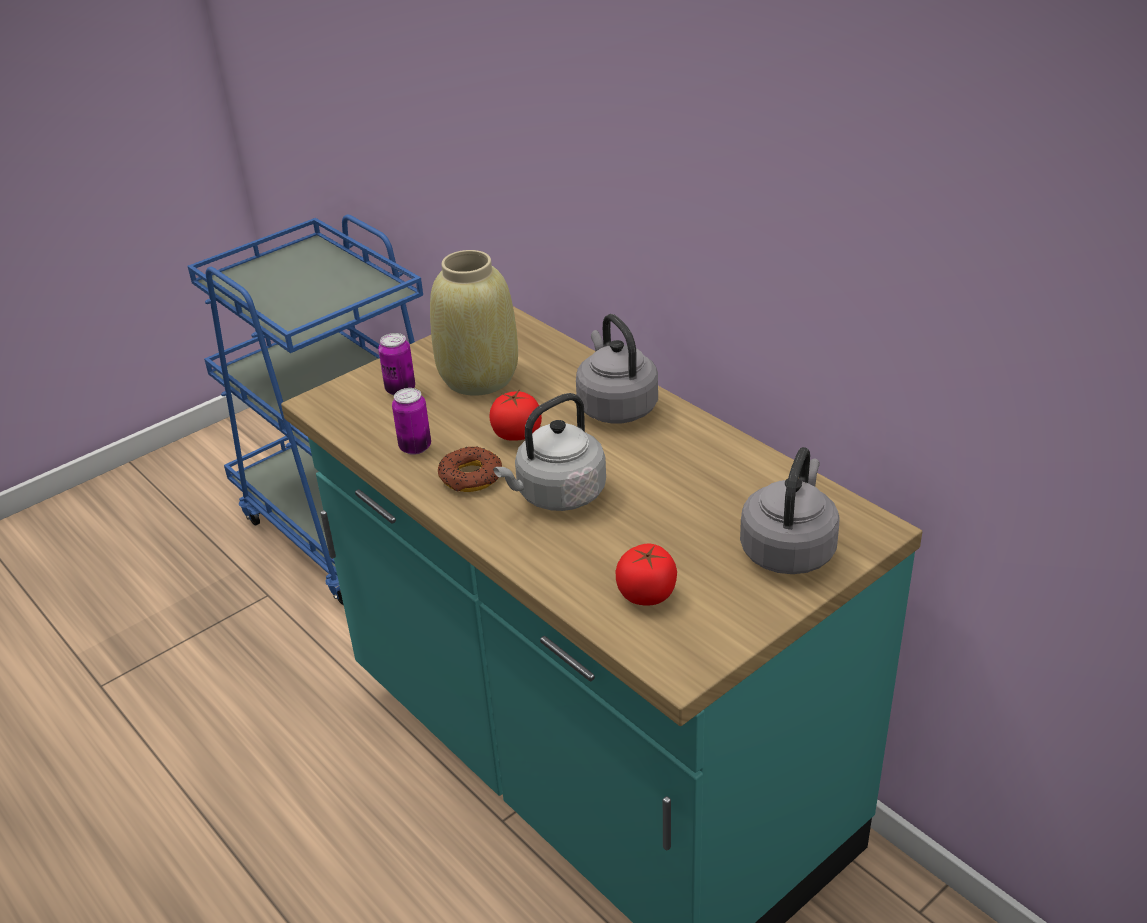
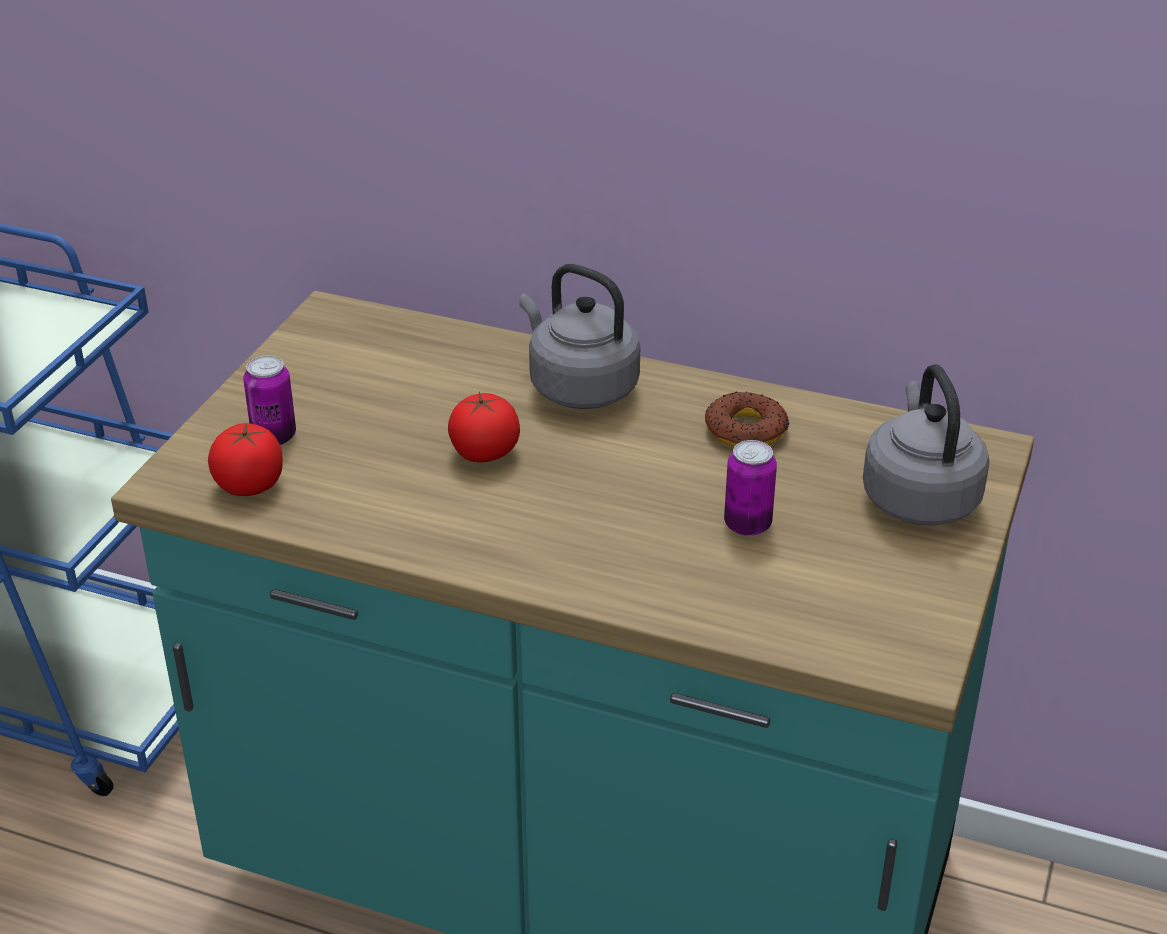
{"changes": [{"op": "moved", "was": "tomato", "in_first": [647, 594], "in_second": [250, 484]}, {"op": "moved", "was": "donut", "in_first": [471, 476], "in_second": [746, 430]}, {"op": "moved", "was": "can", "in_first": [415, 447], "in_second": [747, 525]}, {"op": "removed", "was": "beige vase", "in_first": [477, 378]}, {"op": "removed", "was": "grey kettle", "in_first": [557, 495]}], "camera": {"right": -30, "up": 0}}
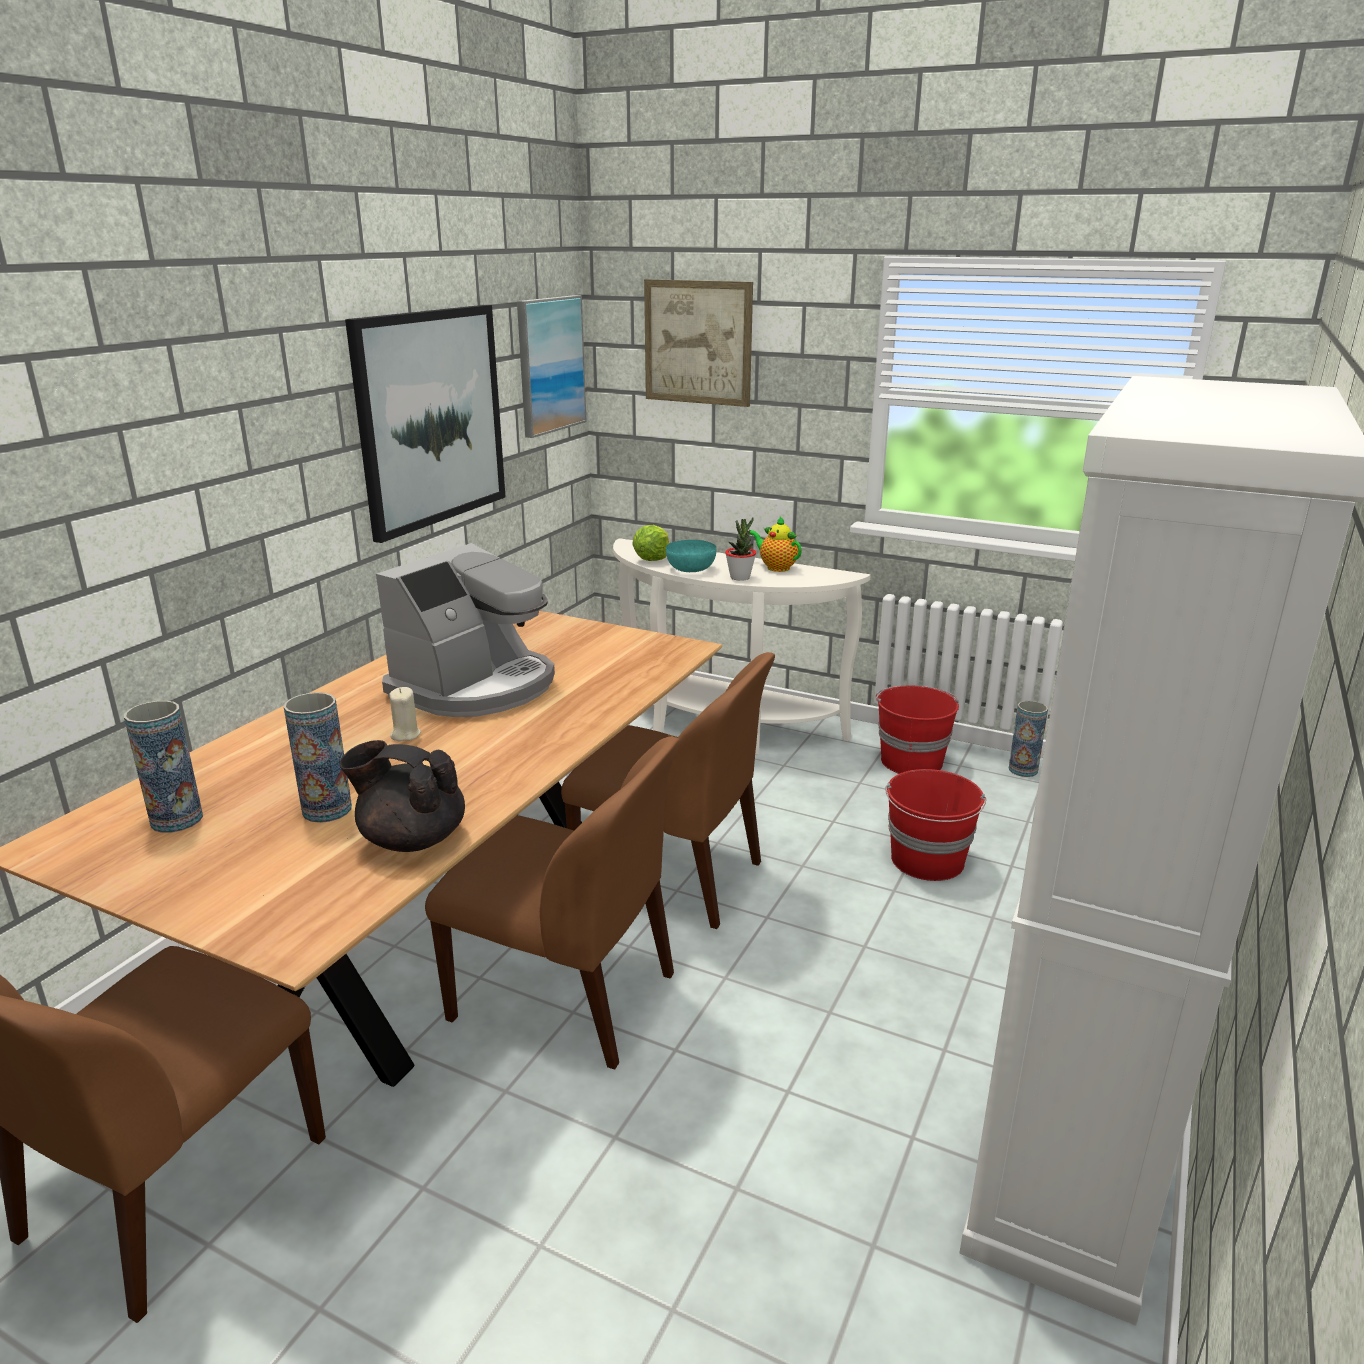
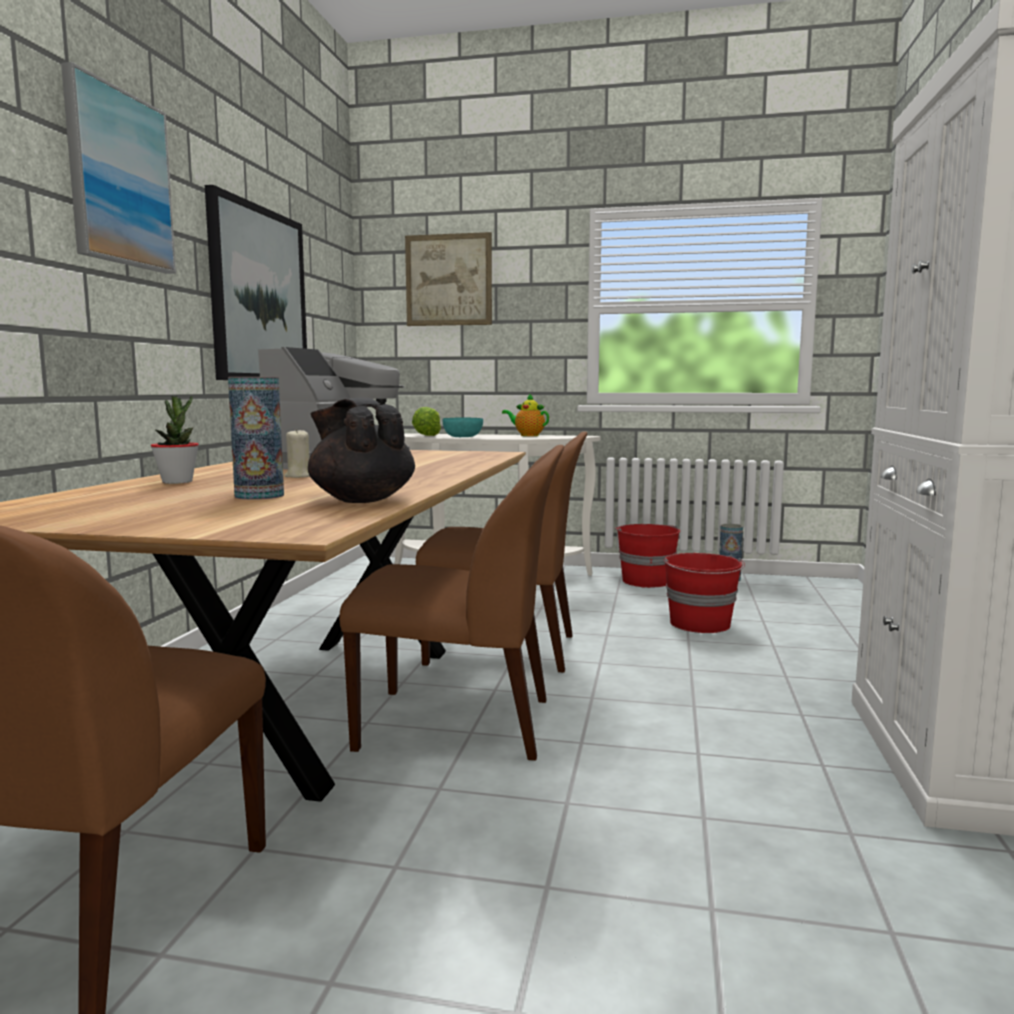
{"changes": [{"op": "moved", "was": "picture", "in_first": [550, 365], "in_second": [119, 178]}, {"op": "moved", "was": "potted plant", "in_first": [740, 577], "in_second": [177, 482]}, {"op": "turned", "was": "black teapot", "in_first": [411, 839], "in_second": [361, 500], "clockwise": 45}, {"op": "removed", "was": "vase", "in_first": [177, 819]}], "camera": {"right": -15, "up": -15}}
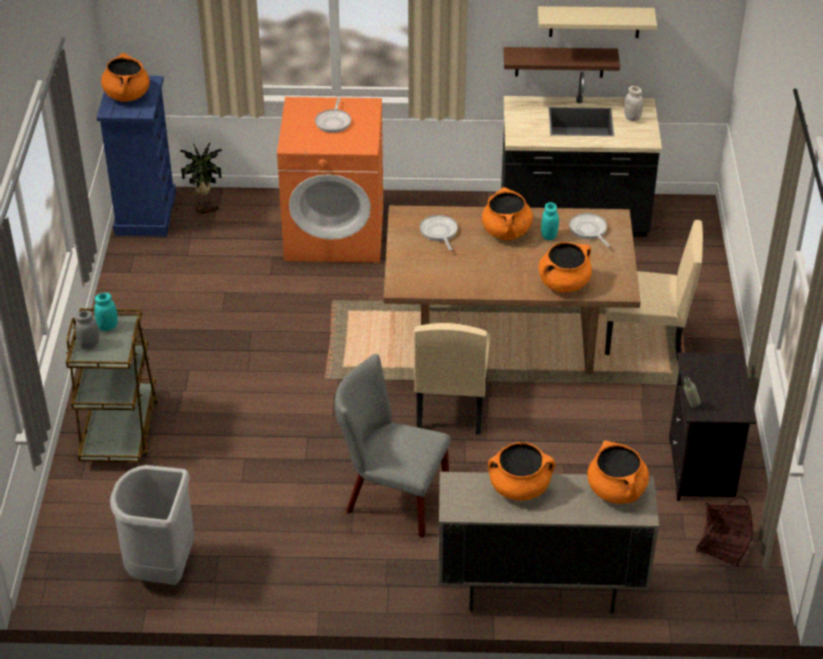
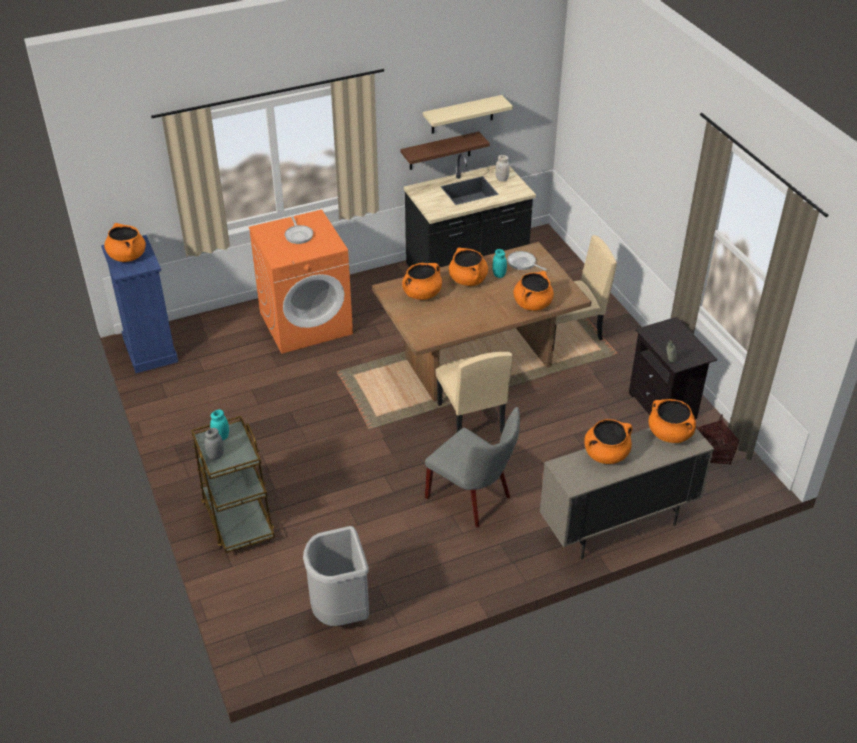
{"changes": [{"op": "replaced", "was": "frying pan", "now": "orange cooking pot", "in_first": [439, 232], "in_second": [422, 294]}, {"op": "turned", "was": "grey chair", "in_first": [390, 497], "in_second": [473, 498], "clockwise": -135}, {"op": "removed", "was": "potted plant", "in_first": [206, 208]}], "camera": {"right": -25, "up": 0}}
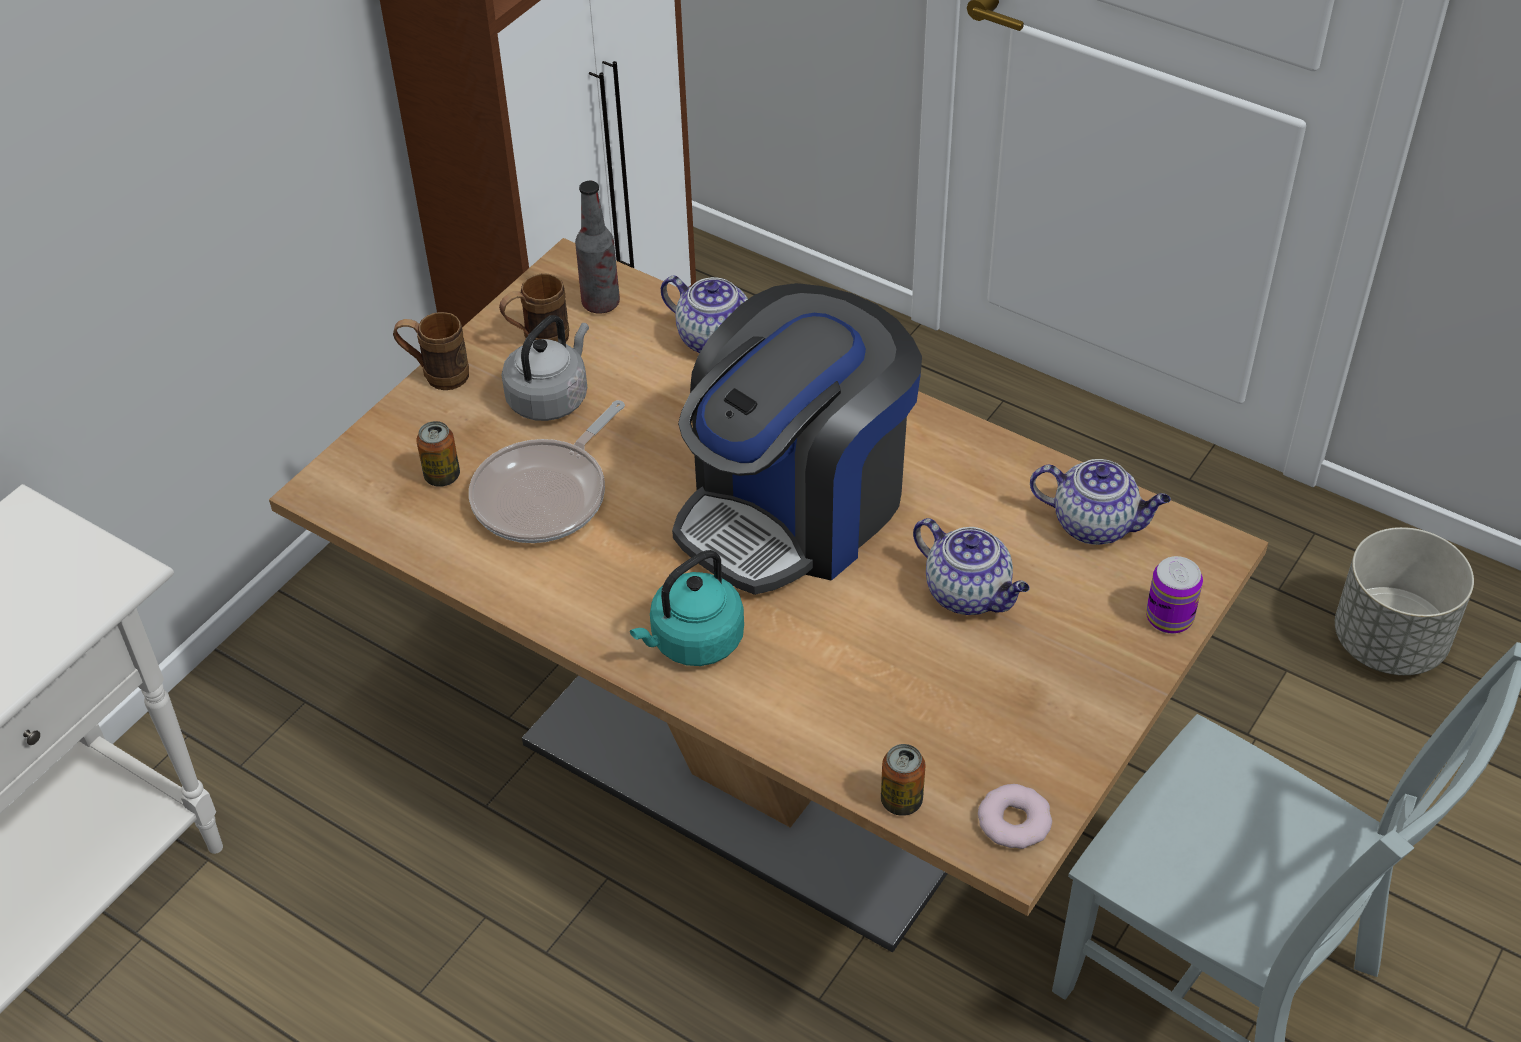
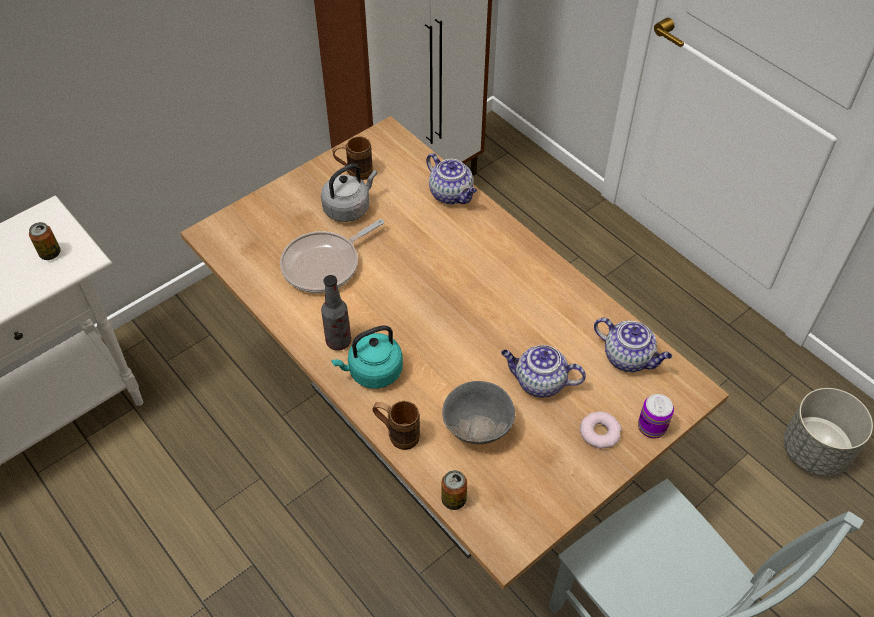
{"changes": [{"op": "moved", "was": "can", "in_first": [442, 476], "in_second": [50, 253]}, {"op": "moved", "was": "bottle", "in_first": [601, 303], "in_second": [338, 341]}, {"op": "moved", "was": "brown mug", "in_first": [436, 375], "in_second": [397, 434]}, {"op": "added", "now": "grey bowl", "in_second": [477, 429]}, {"op": "turned", "was": "teapot", "in_first": [969, 594], "in_second": [539, 382], "clockwise": 135}, {"op": "moved", "was": "donut", "in_first": [1014, 821], "in_second": [599, 432]}, {"op": "removed", "was": "coffee machine", "in_first": [796, 507]}], "camera": {"right": 15, "up": 5}}
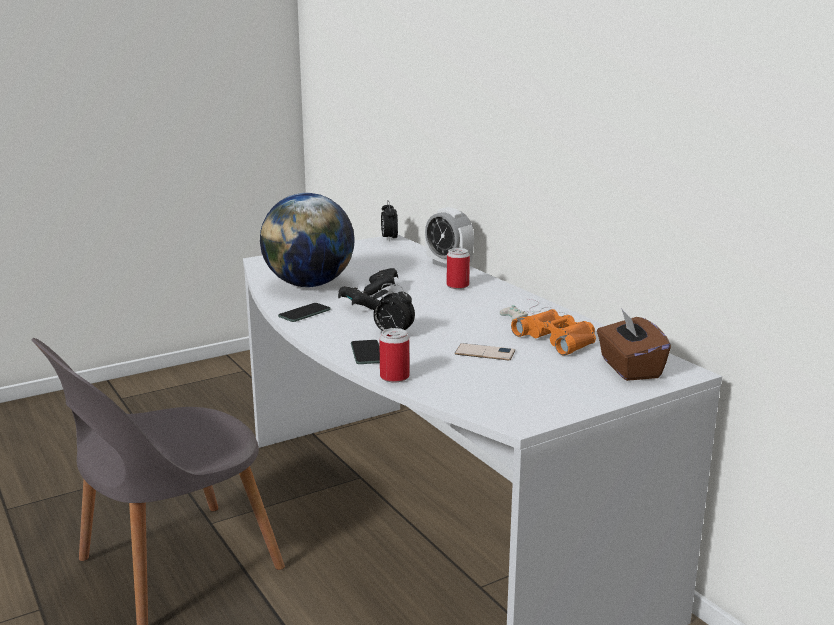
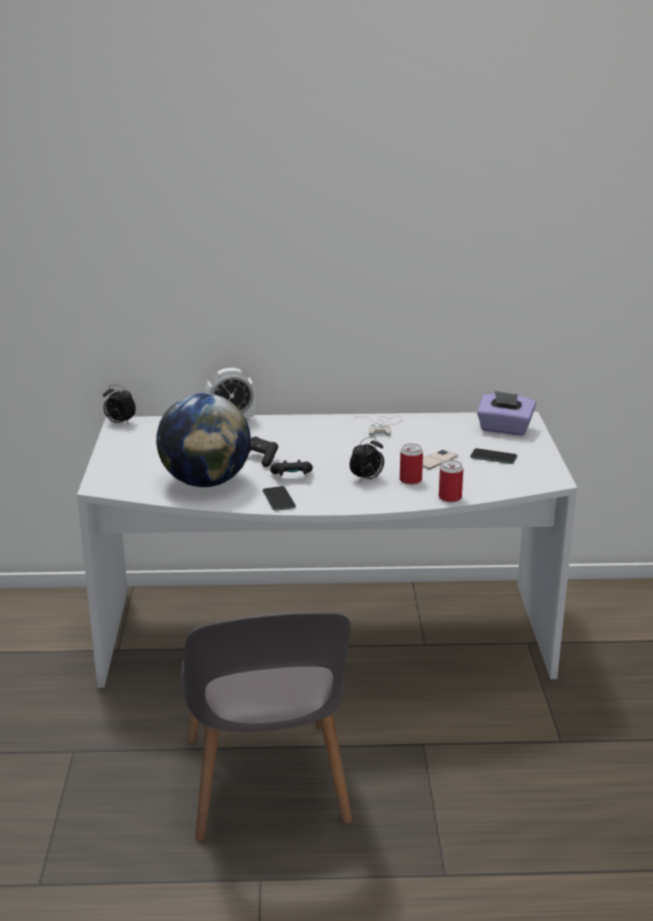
{"changes": [{"op": "moved", "was": "can", "in_first": [457, 286], "in_second": [410, 480]}, {"op": "moved", "was": "phone", "in_first": [367, 353], "in_second": [493, 457]}, {"op": "recoloured", "was": "brown tissue box", "now": "purple tissue box", "in_first": [629, 368], "in_second": [504, 429]}, {"op": "removed", "was": "orange binoculars", "in_first": [558, 339]}], "camera": {"right": -60, "up": 5}}
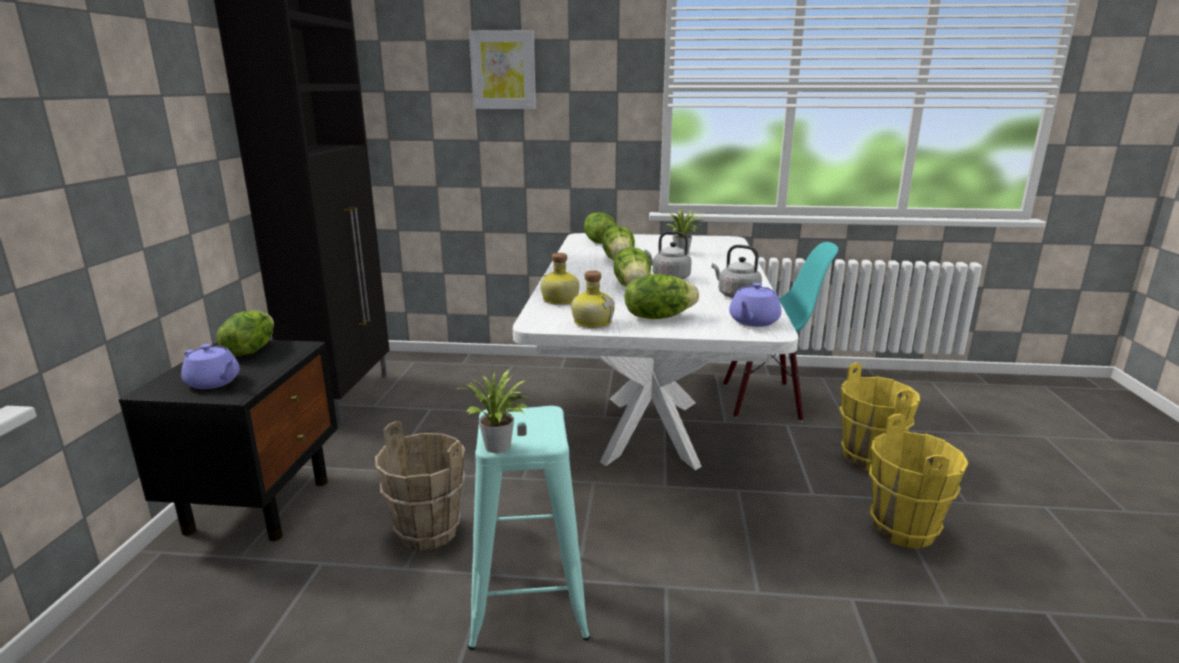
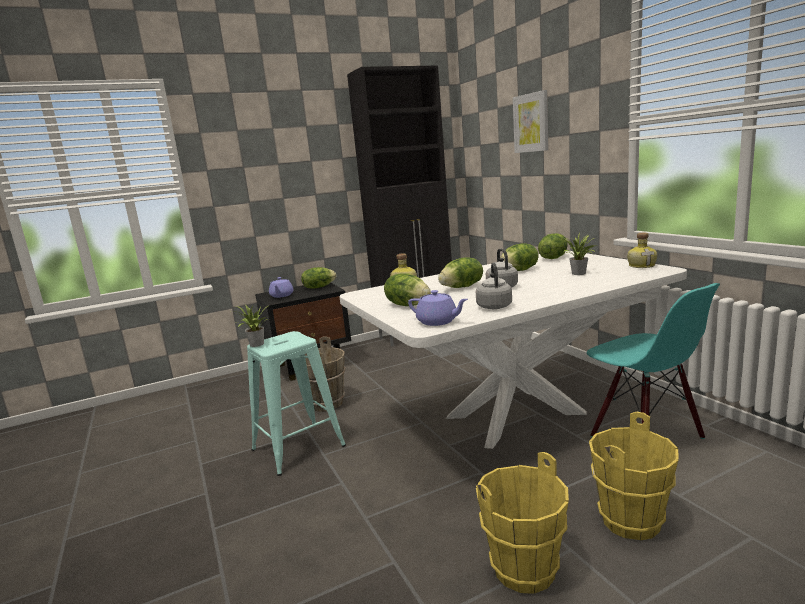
{"changes": [{"op": "turned", "was": "purple teapot", "in_first": [753, 322], "in_second": [438, 322], "clockwise": -150}, {"op": "moved", "was": "bottle", "in_first": [592, 322], "in_second": [642, 266]}], "camera": {"right": 60, "up": -5}}
